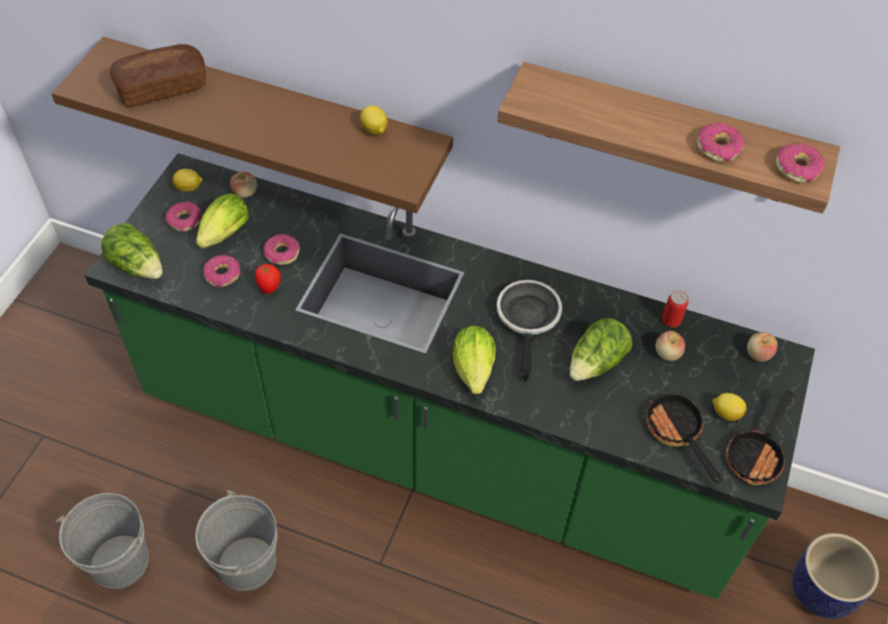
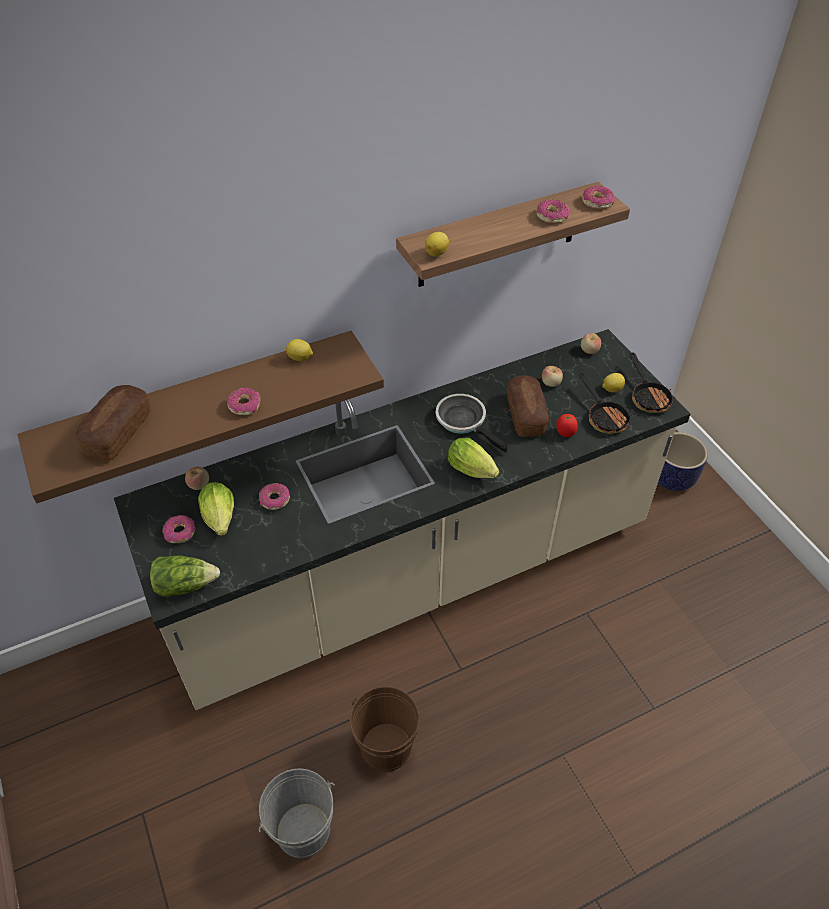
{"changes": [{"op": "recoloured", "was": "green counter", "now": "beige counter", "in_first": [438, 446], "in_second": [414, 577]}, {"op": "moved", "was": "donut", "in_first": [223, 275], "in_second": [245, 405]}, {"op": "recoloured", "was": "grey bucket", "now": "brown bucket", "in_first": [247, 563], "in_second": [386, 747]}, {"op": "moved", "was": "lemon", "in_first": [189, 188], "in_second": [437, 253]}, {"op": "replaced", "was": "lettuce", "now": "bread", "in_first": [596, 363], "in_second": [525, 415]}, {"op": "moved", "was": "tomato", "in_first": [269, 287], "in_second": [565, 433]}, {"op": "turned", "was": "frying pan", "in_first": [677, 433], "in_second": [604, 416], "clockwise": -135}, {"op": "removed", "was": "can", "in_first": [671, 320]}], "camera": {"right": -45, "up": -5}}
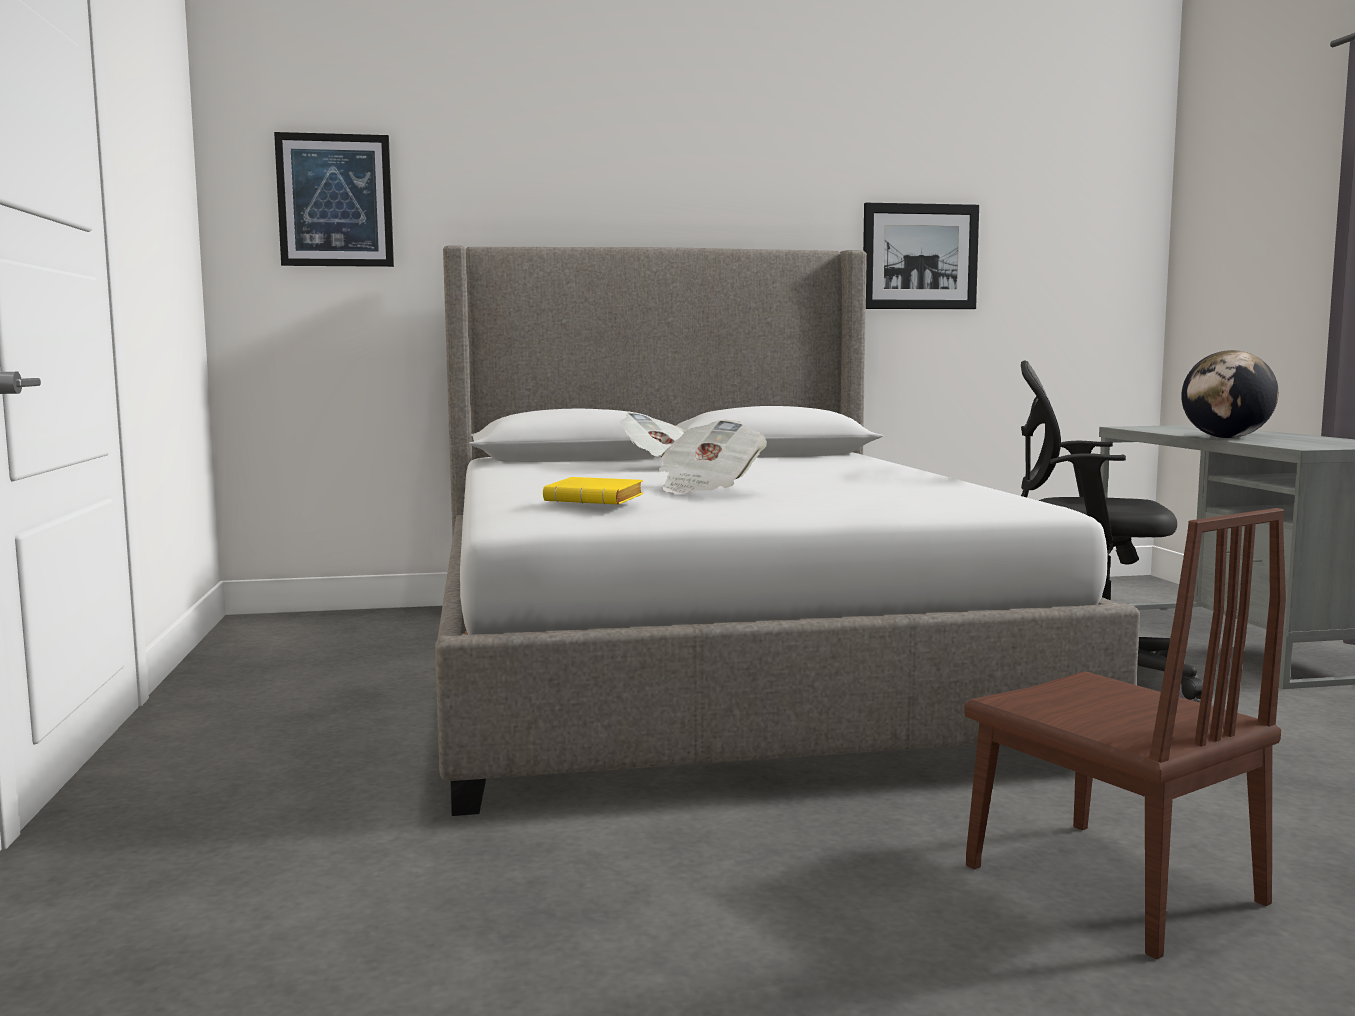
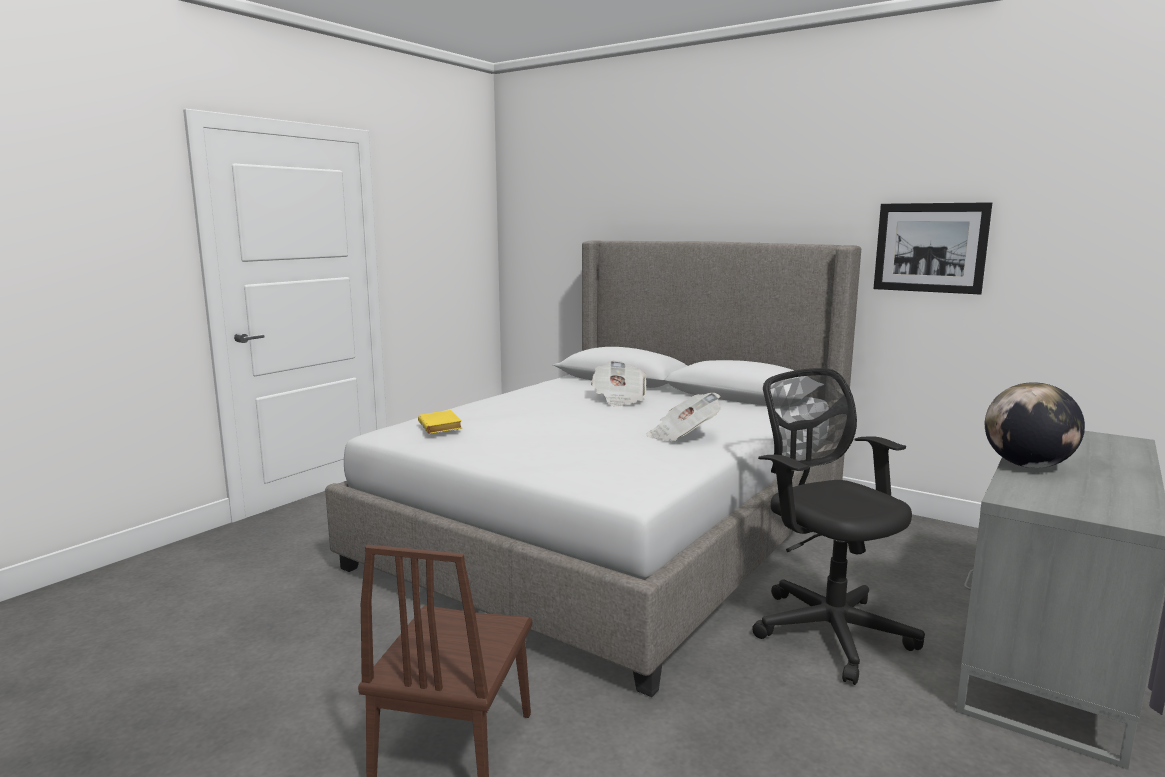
{"changes": [{"op": "moved", "was": "newspaper", "in_first": [707, 487], "in_second": [683, 436]}, {"op": "removed", "was": "picture", "in_first": [335, 200]}], "camera": {"right": 45, "up": 5}}
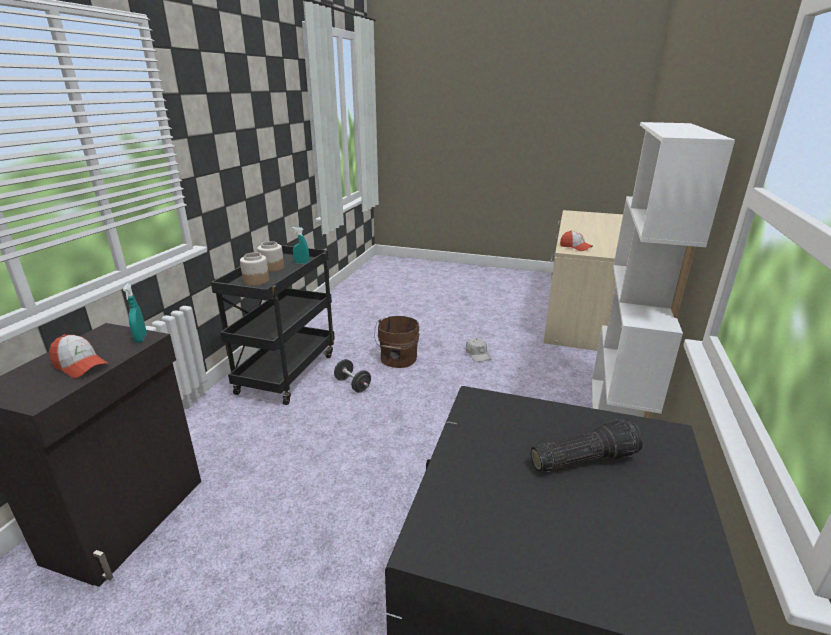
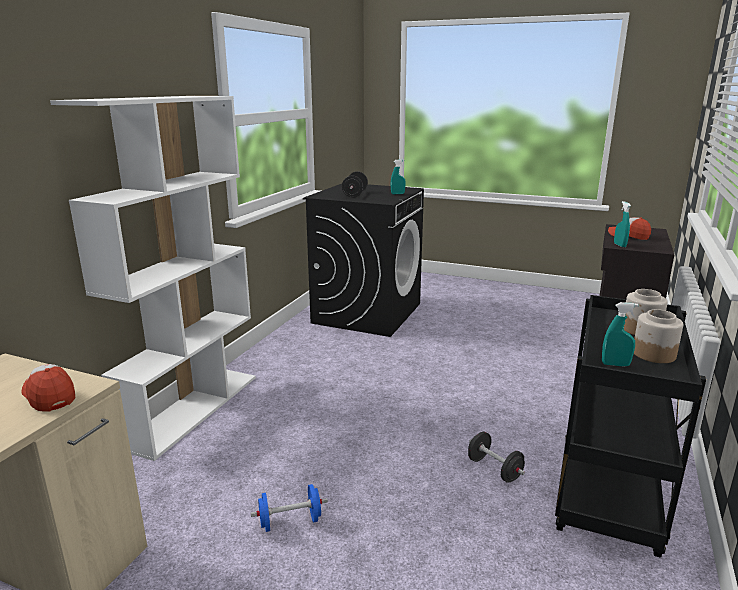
{"changes": [{"op": "replaced", "was": "white cap", "now": "blue dumbbell", "in_first": [477, 354], "in_second": [290, 522]}, {"op": "replaced", "was": "flashlight", "now": "black dumbbell", "in_first": [582, 458], "in_second": [355, 194]}, {"op": "added", "now": "turquoise spray bottle", "in_second": [397, 194]}, {"op": "removed", "was": "brown bucket", "in_first": [398, 359]}], "camera": {"right": -175, "up": -5}}
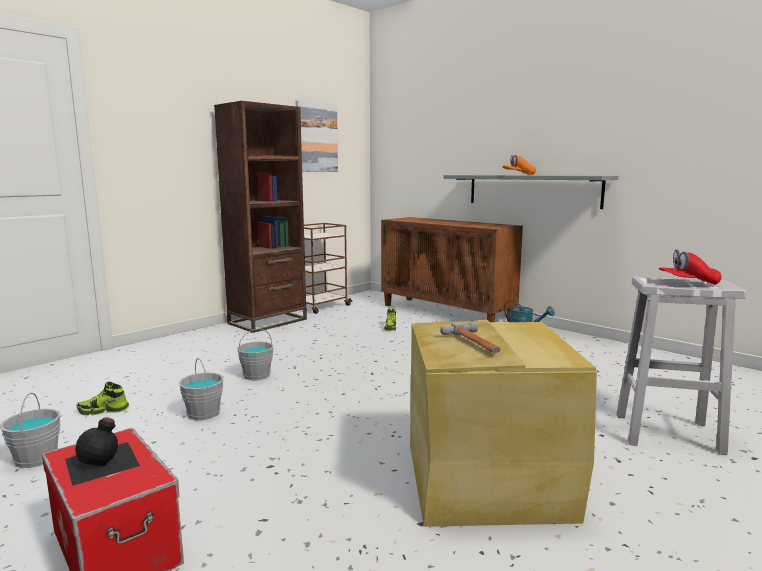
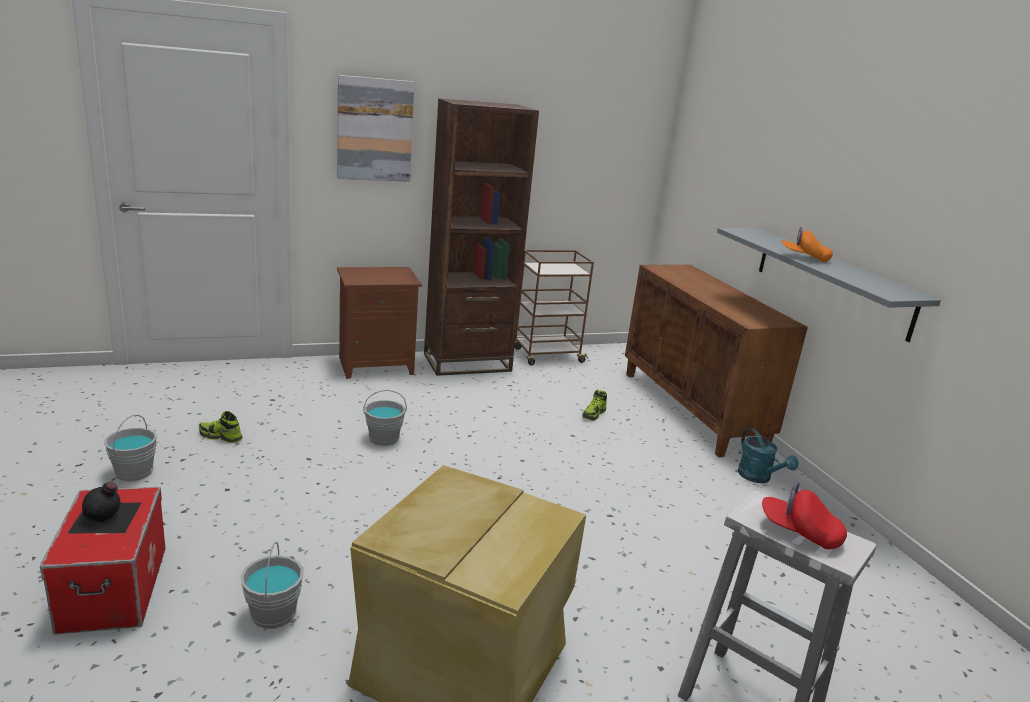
{"changes": [{"op": "moved", "was": "grey bucket", "in_first": [203, 413], "in_second": [273, 613]}, {"op": "moved", "was": "picture", "in_first": [316, 137], "in_second": [374, 129]}, {"op": "added", "now": "brown nightstand", "in_second": [377, 365]}, {"op": "removed", "was": "hammer", "in_first": [475, 343]}], "camera": {"right": 25, "up": 10}}
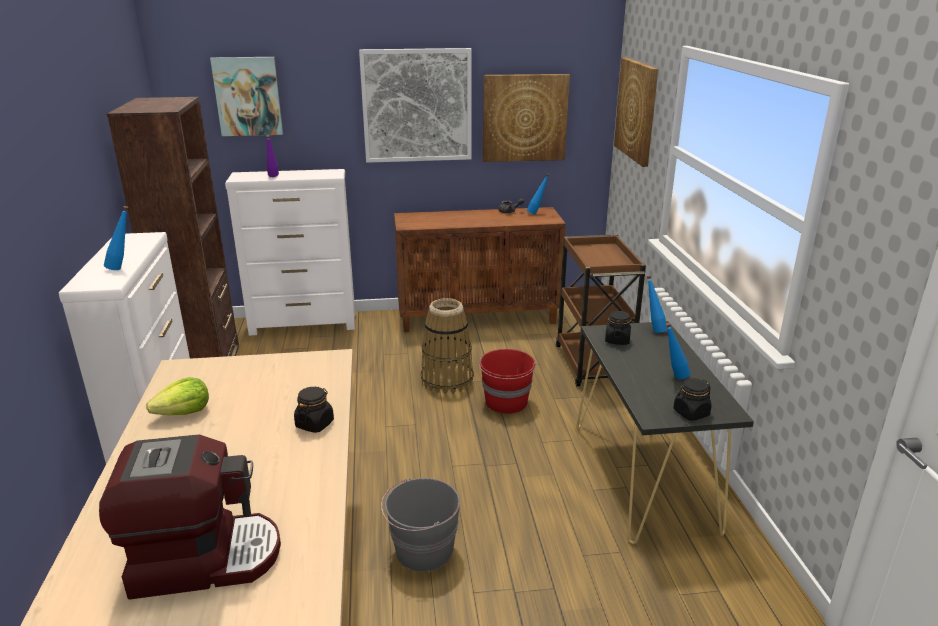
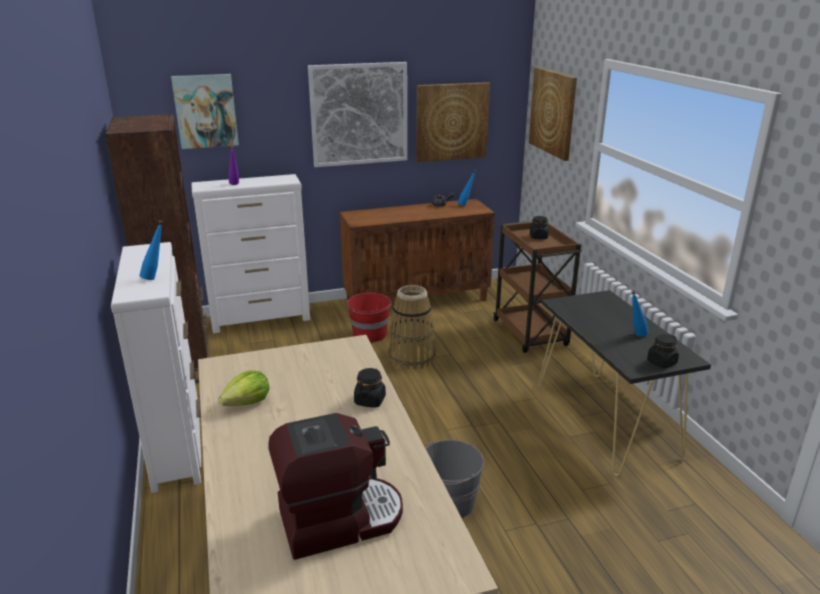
{"changes": [{"op": "moved", "was": "red bucket", "in_first": [506, 402], "in_second": [370, 335]}, {"op": "moved", "was": "black jar", "in_first": [617, 340], "in_second": [538, 237]}, {"op": "removed", "was": "blue bottle", "in_first": [653, 330]}], "camera": {"right": -10, "up": 0}}
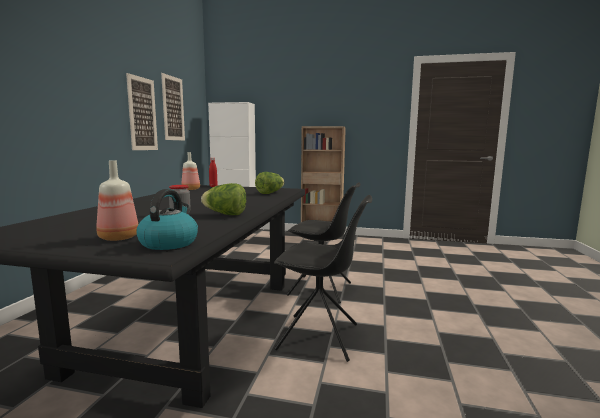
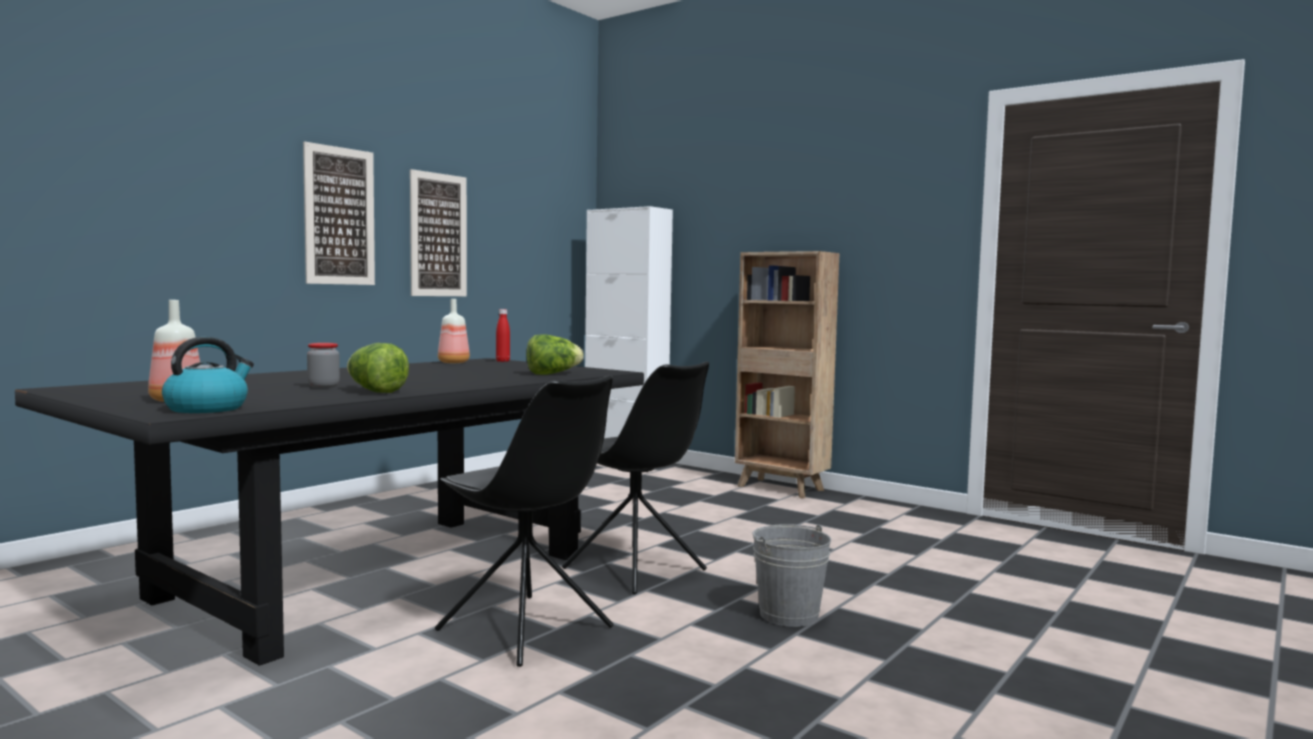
{"changes": [{"op": "moved", "was": "picture", "in_first": [173, 108], "in_second": [339, 216]}, {"op": "added", "now": "grey bucket", "in_second": [789, 615]}], "camera": {"right": 25, "up": -5}}
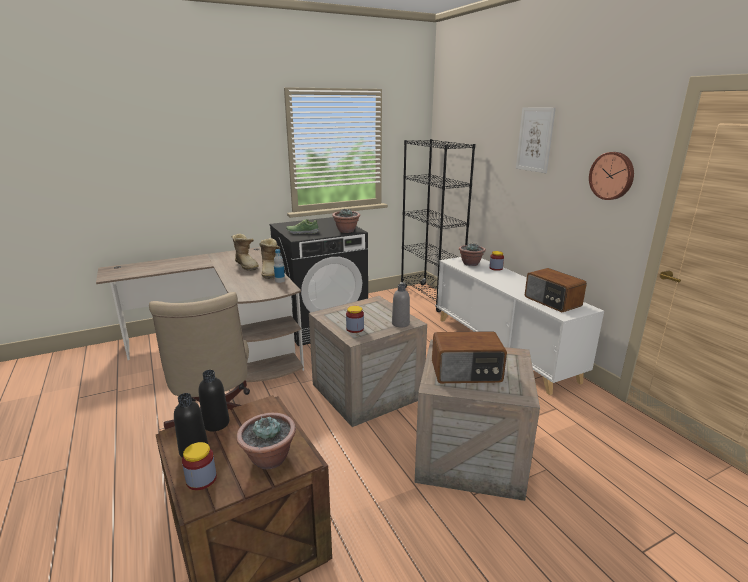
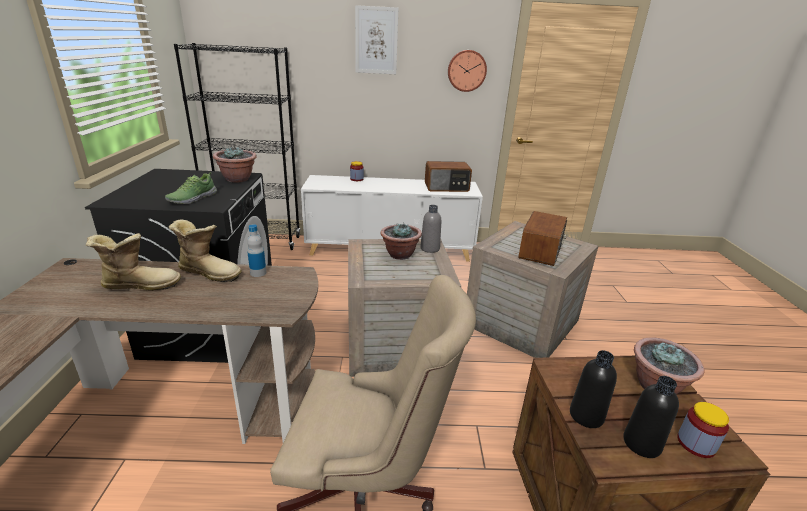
{"changes": [{"op": "moved", "was": "potted plant", "in_first": [470, 264], "in_second": [399, 254]}, {"op": "removed", "was": "jar", "in_first": [355, 329]}], "camera": {"right": -65, "up": 5}}
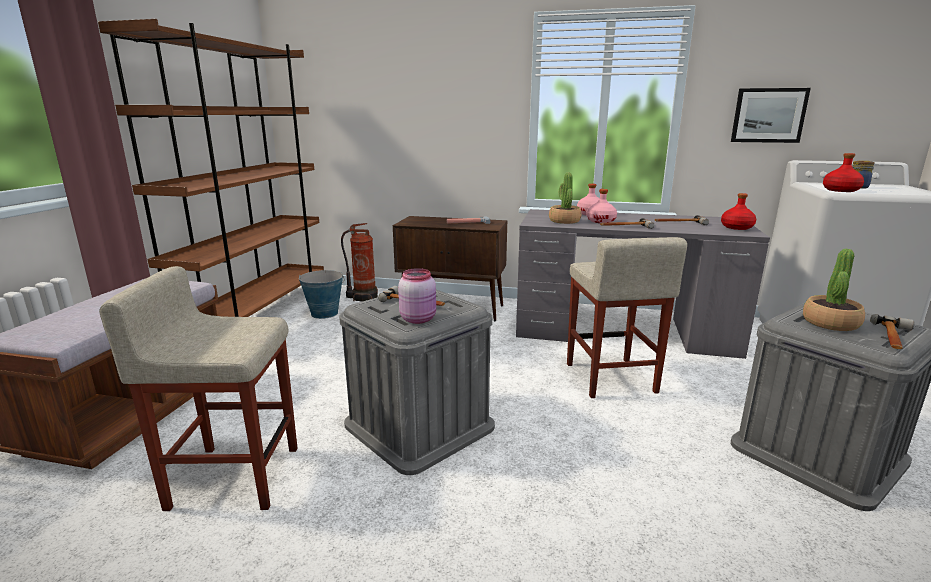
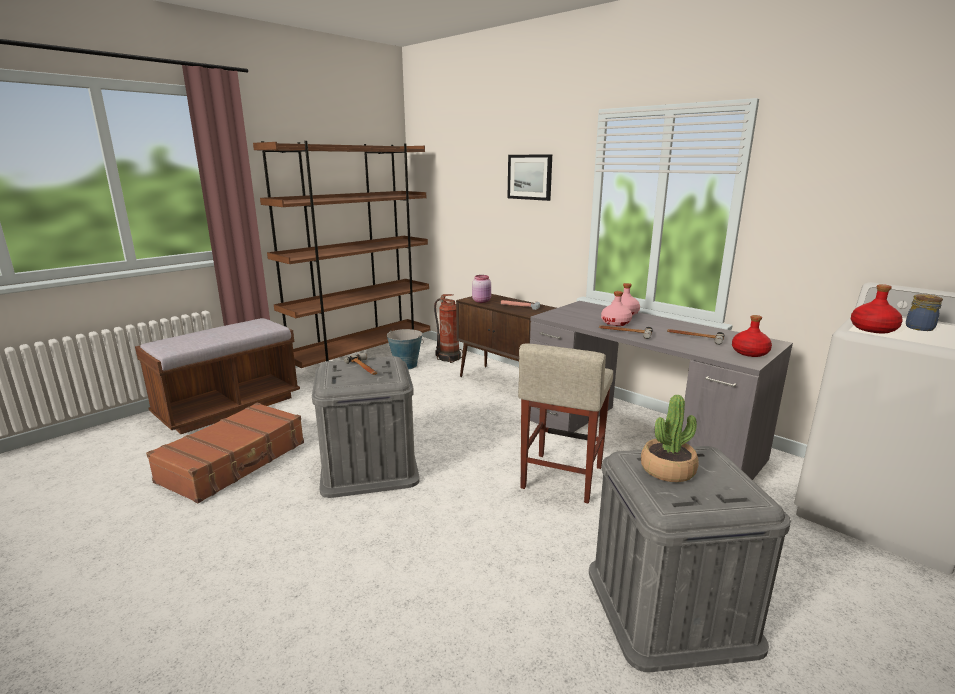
{"changes": [{"op": "replaced", "was": "beige stool", "now": "brown suitcase", "in_first": [233, 477], "in_second": [234, 462]}, {"op": "moved", "was": "pink jar", "in_first": [419, 319], "in_second": [482, 301]}, {"op": "moved", "was": "picture", "in_first": [768, 115], "in_second": [530, 177]}, {"op": "removed", "was": "potted plant", "in_first": [564, 221]}, {"op": "removed", "was": "hammer", "in_first": [893, 338]}], "camera": {"right": 30, "up": 0}}
